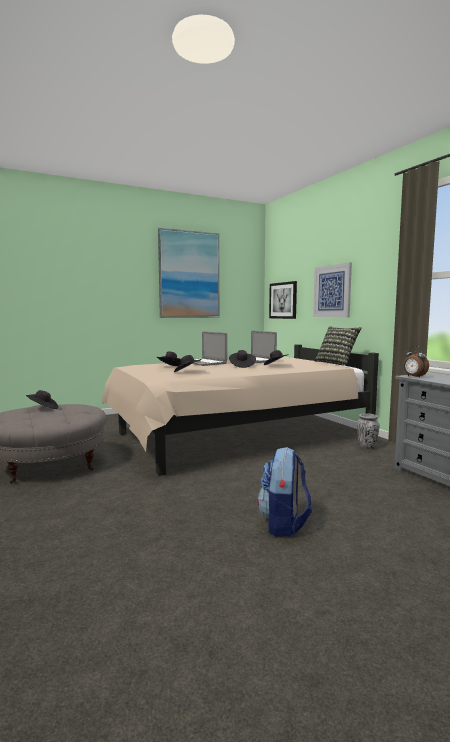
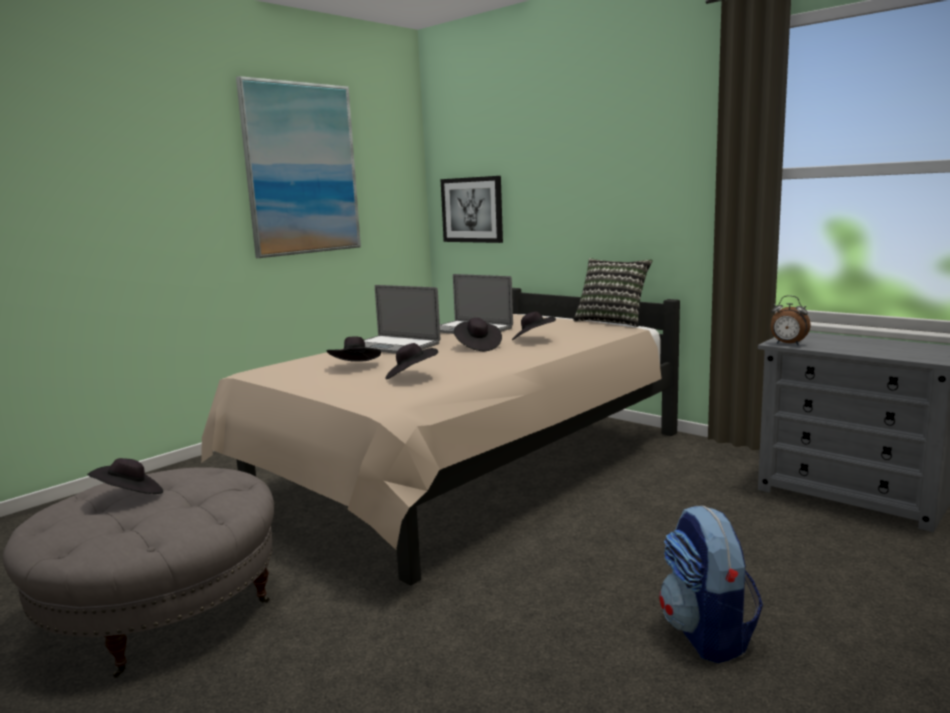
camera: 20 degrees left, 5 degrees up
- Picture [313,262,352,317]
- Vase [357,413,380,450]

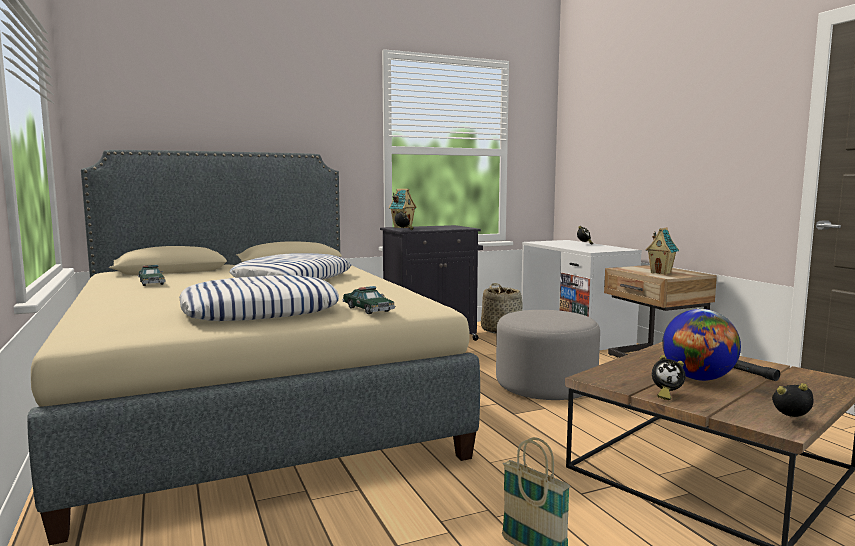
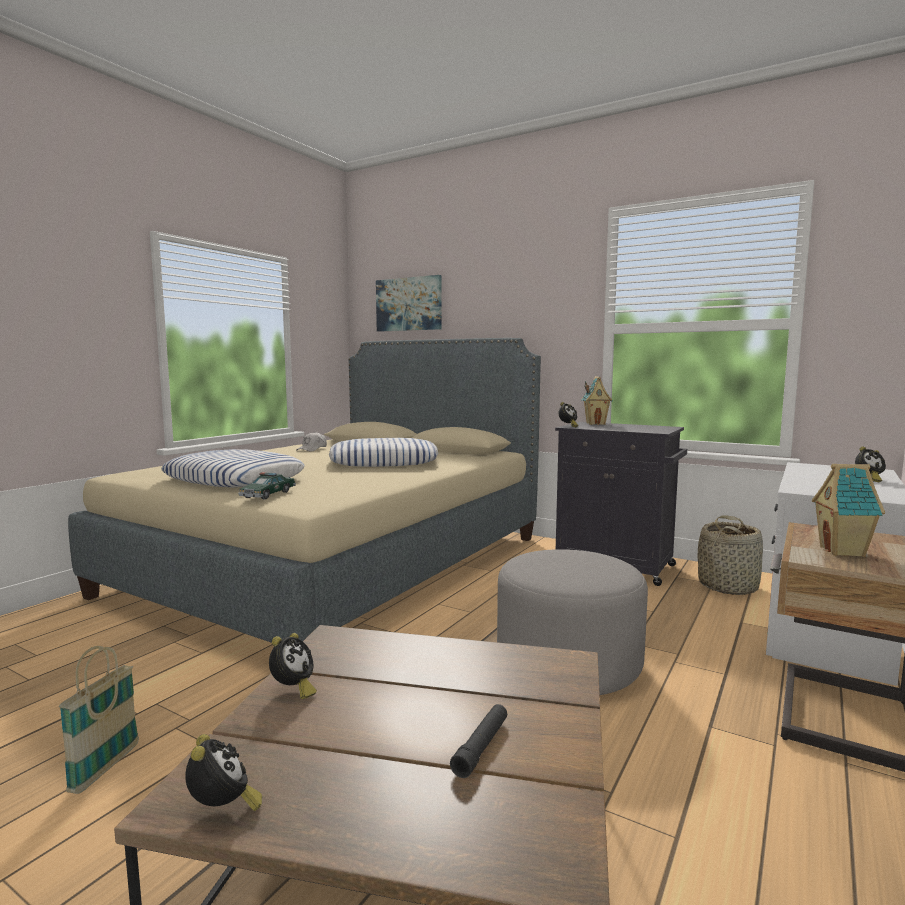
camera: 55 degrees right, 0 degrees up
- Globe [662,309,741,381]
+ Picture [376,275,442,332]
~ ToyCar [138,265,166,286] to WhiteCap [296,432,327,452]
~ AlarmClock [652,355,686,400] = [269,633,317,699] 135 degrees counterclockwise

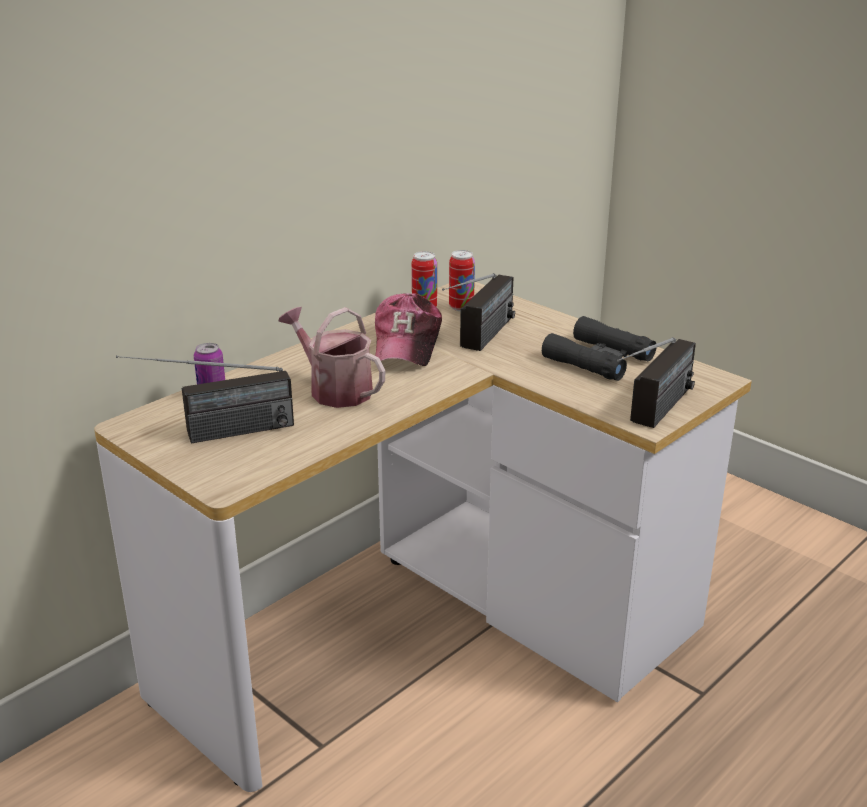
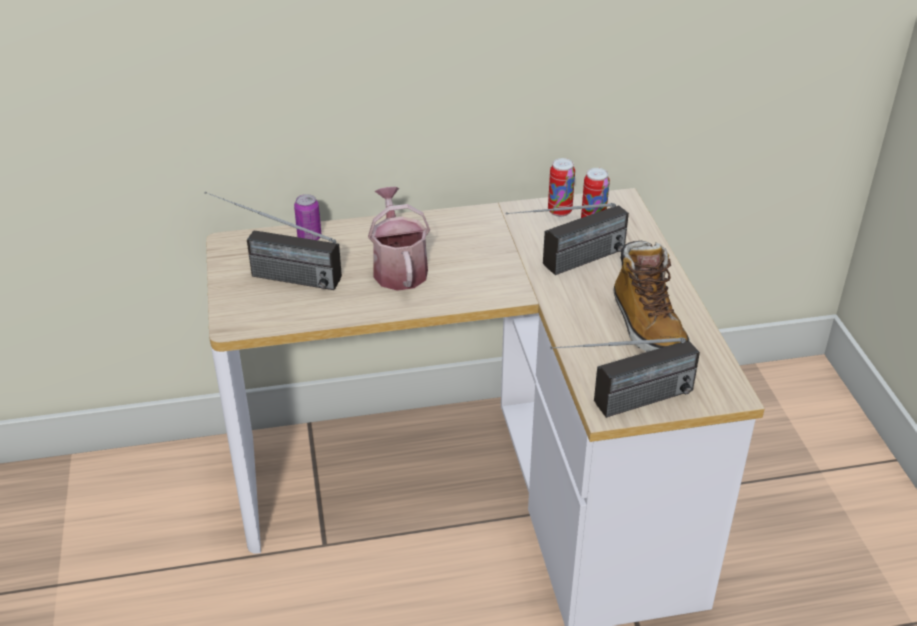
camera: 35 degrees right, 10 degrees up
- Cap [374,293,442,366]
~ BlackBinoculars [542,316,656,381] to Boot [614,241,690,352]

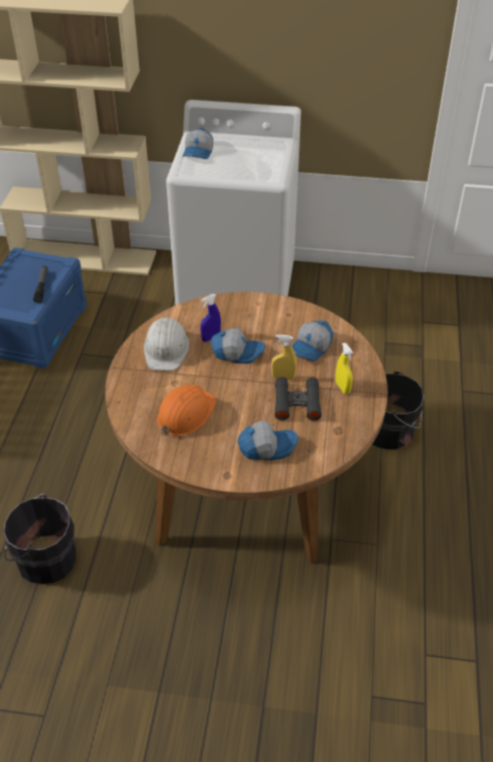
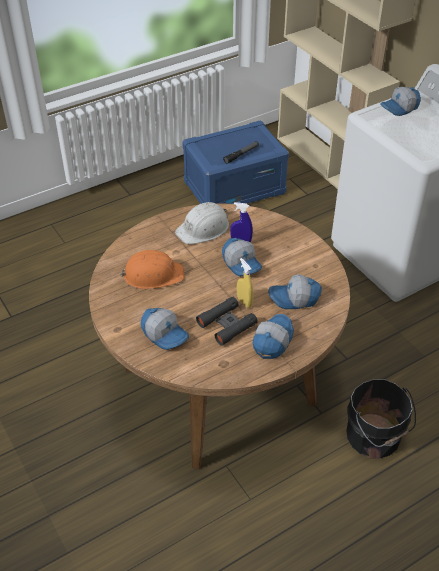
camera: 50 degrees right, 0 degrees up
- BlackBucket [4,494,76,584]
~ YellowSprayBottle [335,343,353,394] to Cap [253,314,294,359]

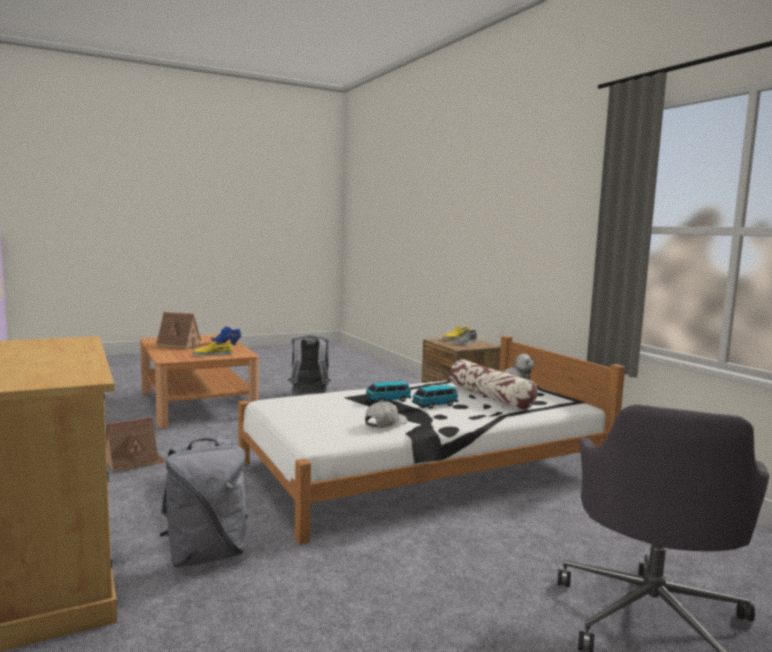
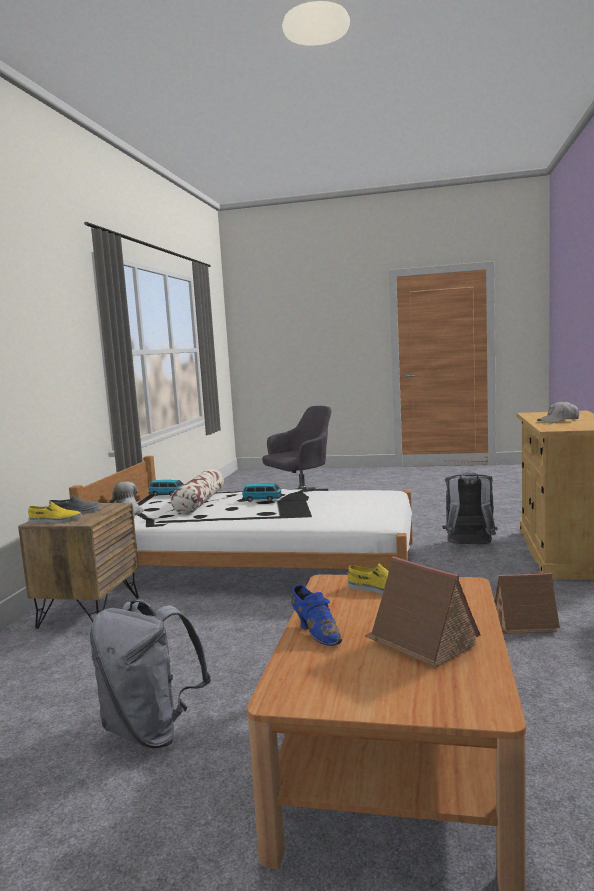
camera: 140 degrees left, 0 degrees up
~ ToyCar [365,381,411,402] to [148,480,184,496]
~ WhiteCap [365,401,408,428] to [537,401,579,423]

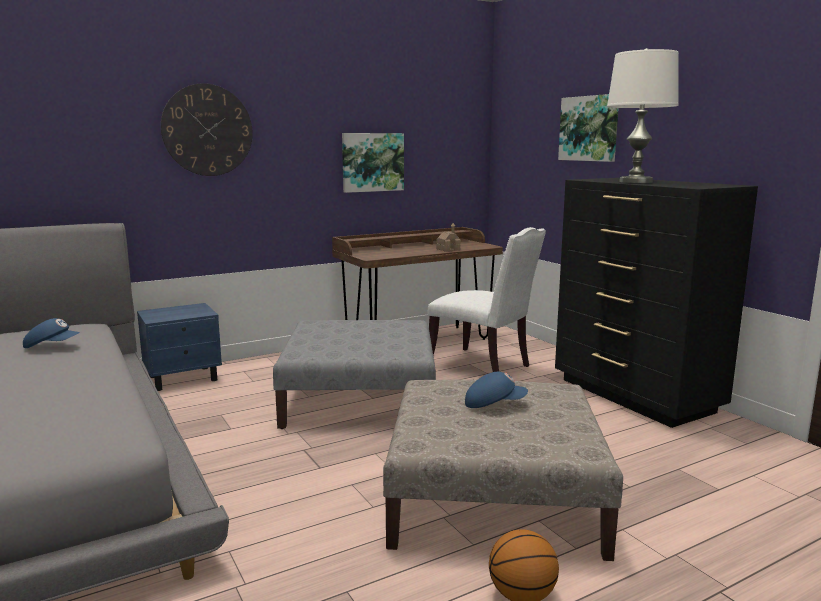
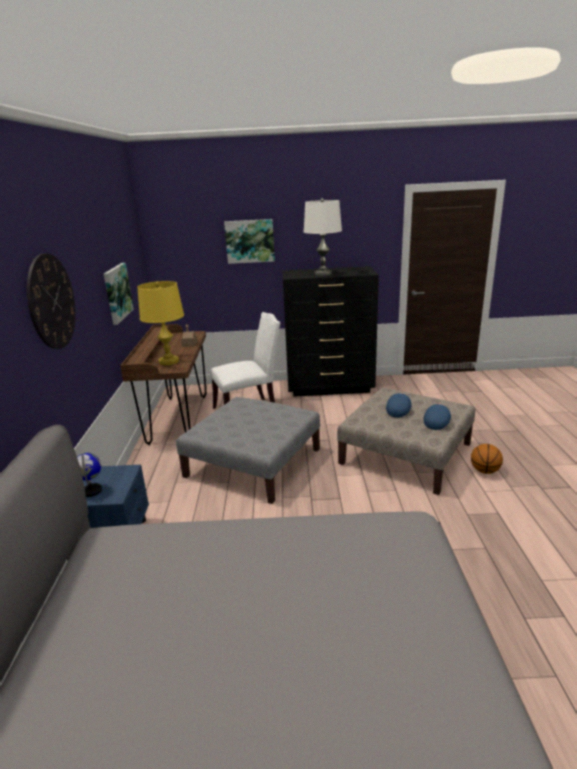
camera: 60 degrees left, 10 degrees up
+ Globe [77,453,102,497]
+ YellowTableLamp [137,281,184,365]
~ BlueCap [23,318,80,348] to [423,404,451,430]

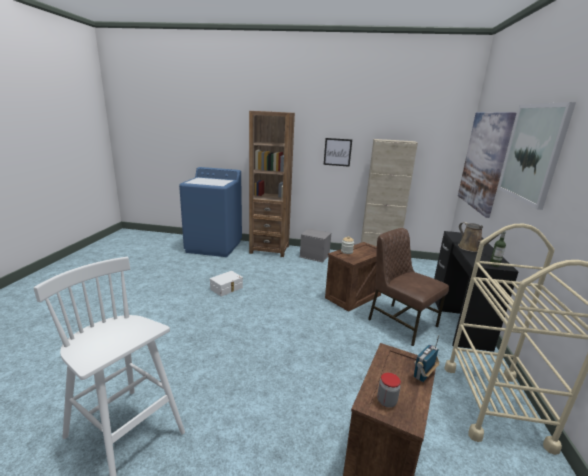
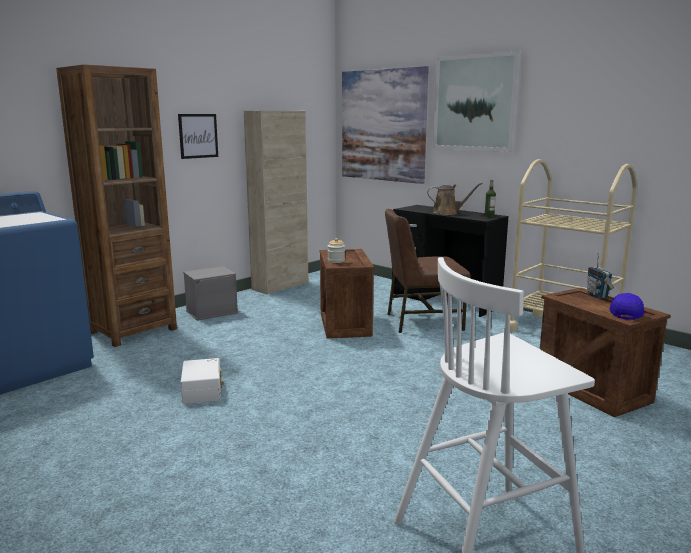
camera: 55 degrees left, 5 degrees down
~ Jar [377,373,401,408] to BlueCap [609,293,644,320]

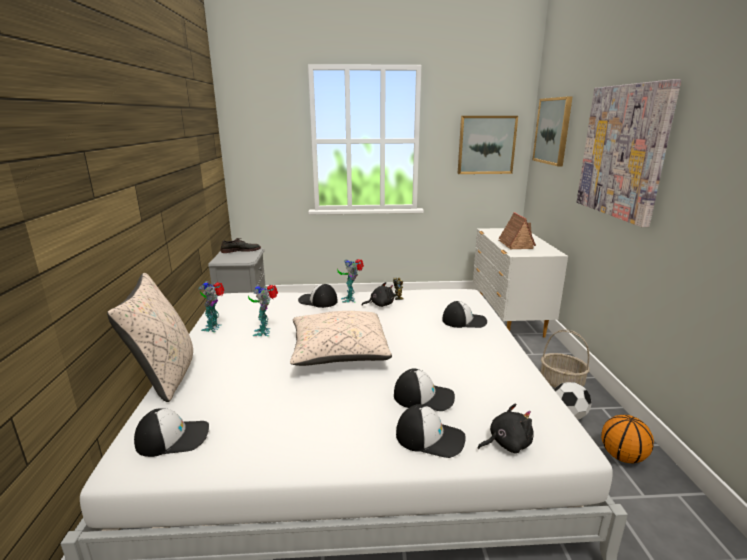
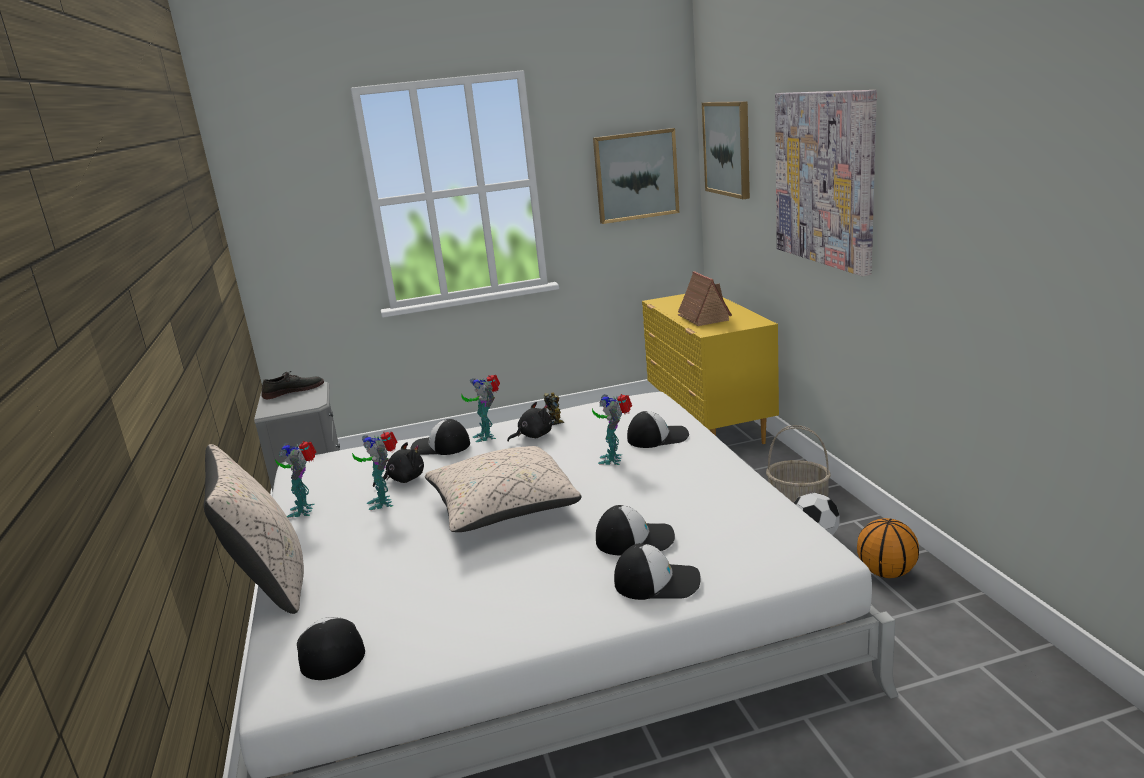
camera: 10 degrees left, 0 degrees up
+ ToyRobot [592,394,632,465]
~ BlackPlushToy [478,403,534,453] to [373,442,424,487]
~ WhiteDresser [473,228,568,338] to YellowDresser [642,294,779,444]
~ Cap [134,408,209,457] = [297,617,365,680] 90 degrees counterclockwise

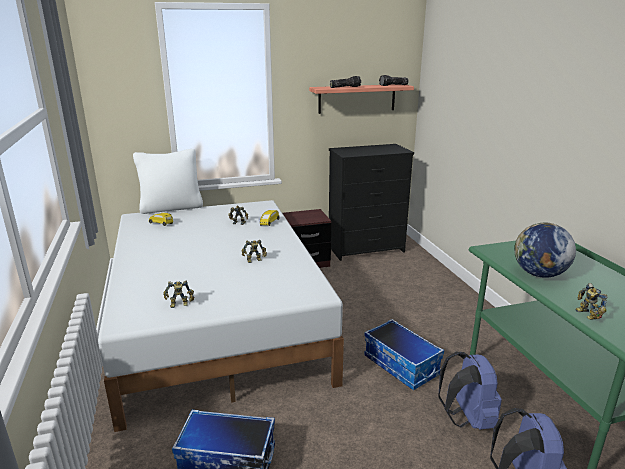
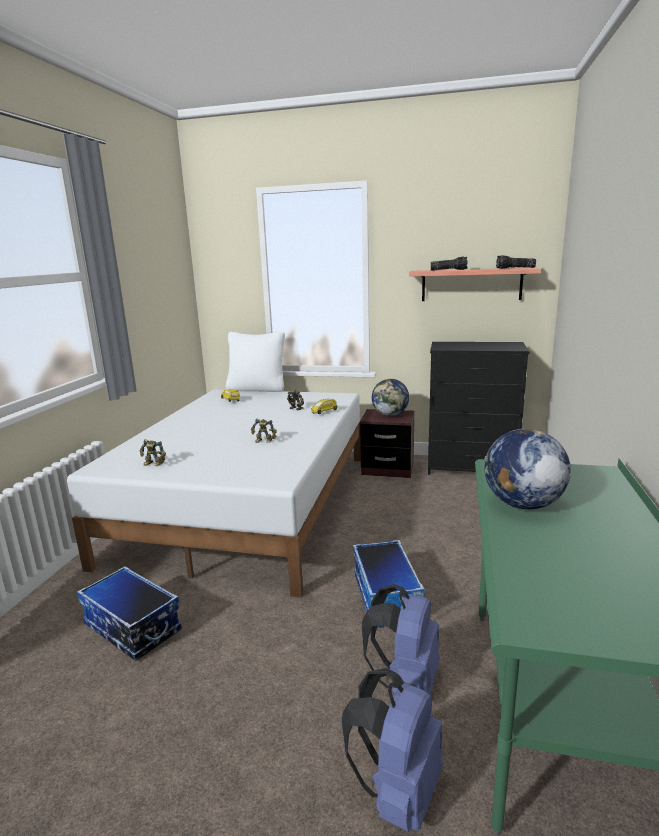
camera: 30 degrees right, 5 degrees down
- ToyRobot [576,283,608,320]
+ Globe [372,379,409,416]

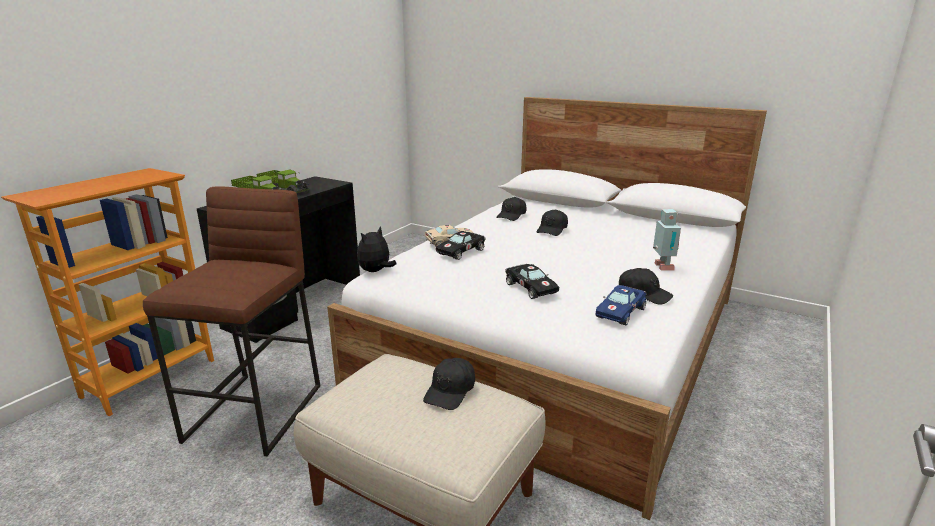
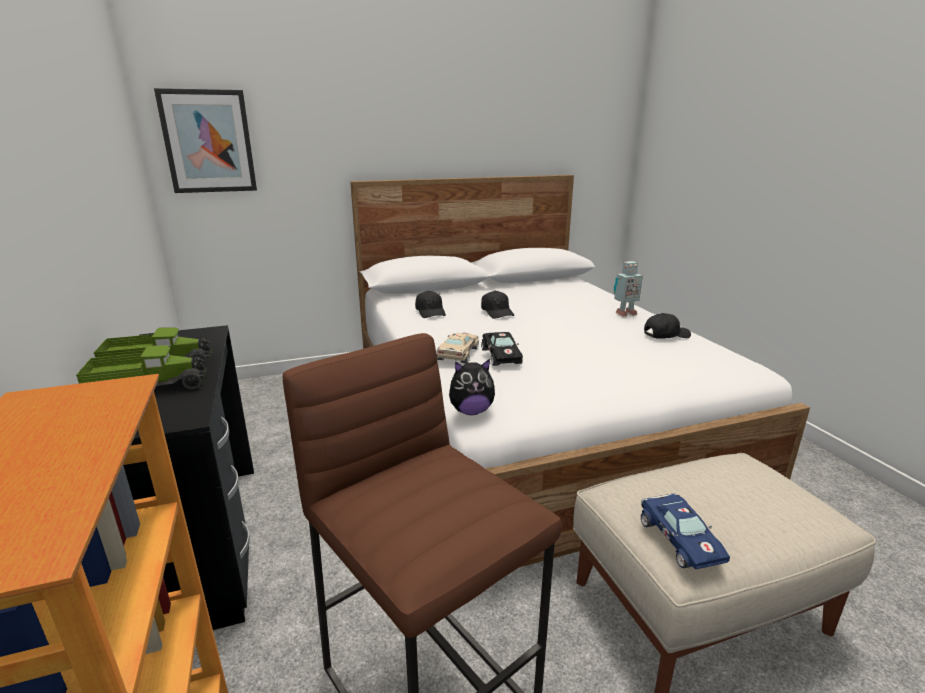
camera: 50 degrees left, 0 degrees up
- BlackCap [423,358,475,410]
- BlackToyCar [505,264,559,299]
+ Picture [154,88,257,193]
~ BlueToyCar [596,285,647,325] to [641,493,730,569]
~ PlushToy [357,226,397,272] = [449,359,495,415] 90 degrees counterclockwise
~ ToyRobot [653,209,681,271] = [614,261,643,316] 120 degrees clockwise

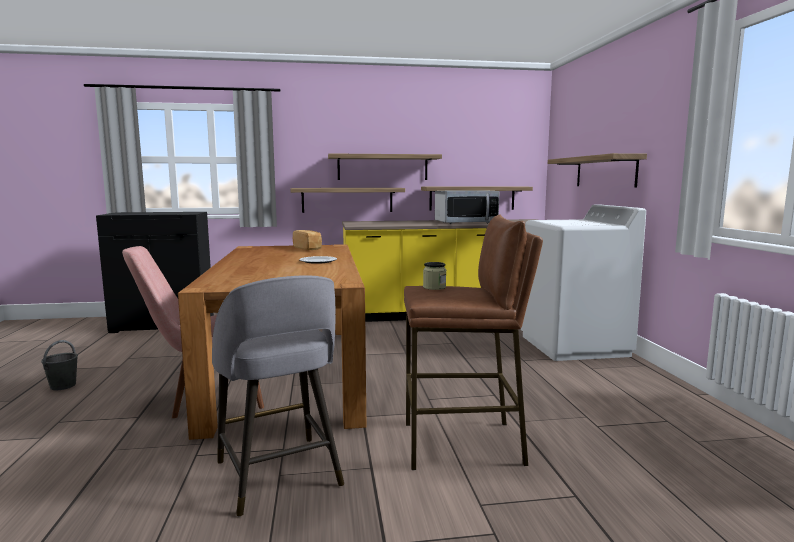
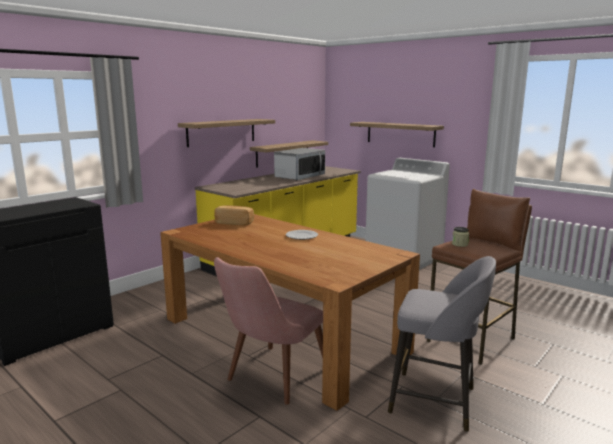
camera: 40 degrees left, 5 degrees up
- GreyBucket [41,340,78,390]
- Shelf [290,188,405,213]

